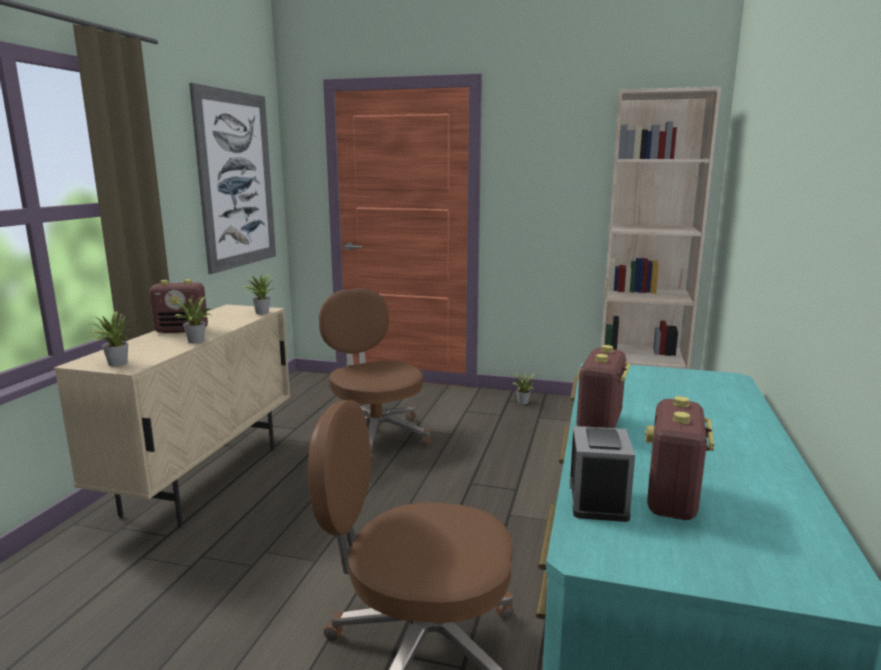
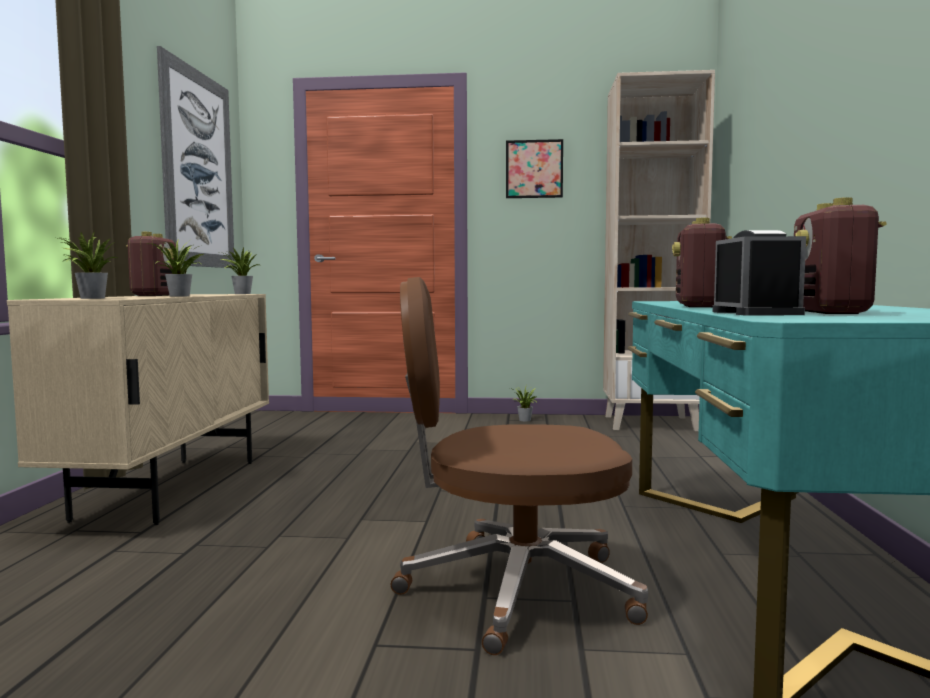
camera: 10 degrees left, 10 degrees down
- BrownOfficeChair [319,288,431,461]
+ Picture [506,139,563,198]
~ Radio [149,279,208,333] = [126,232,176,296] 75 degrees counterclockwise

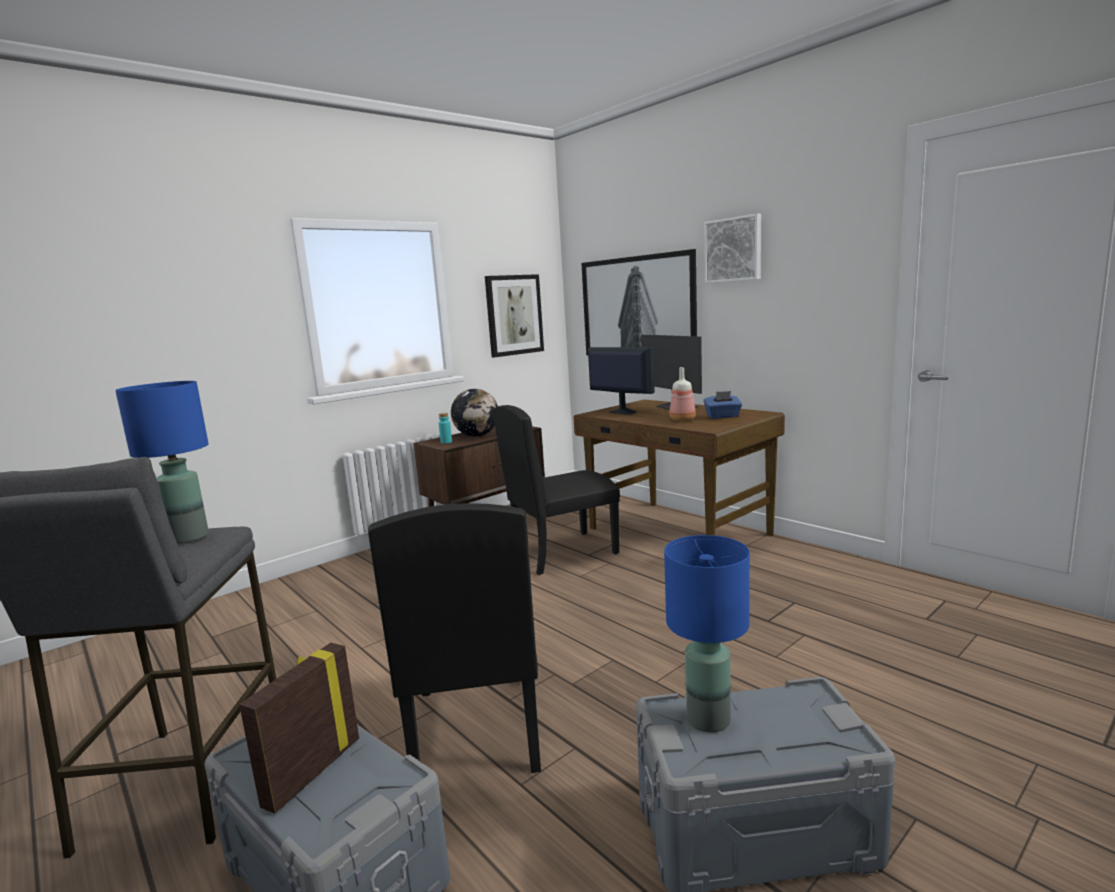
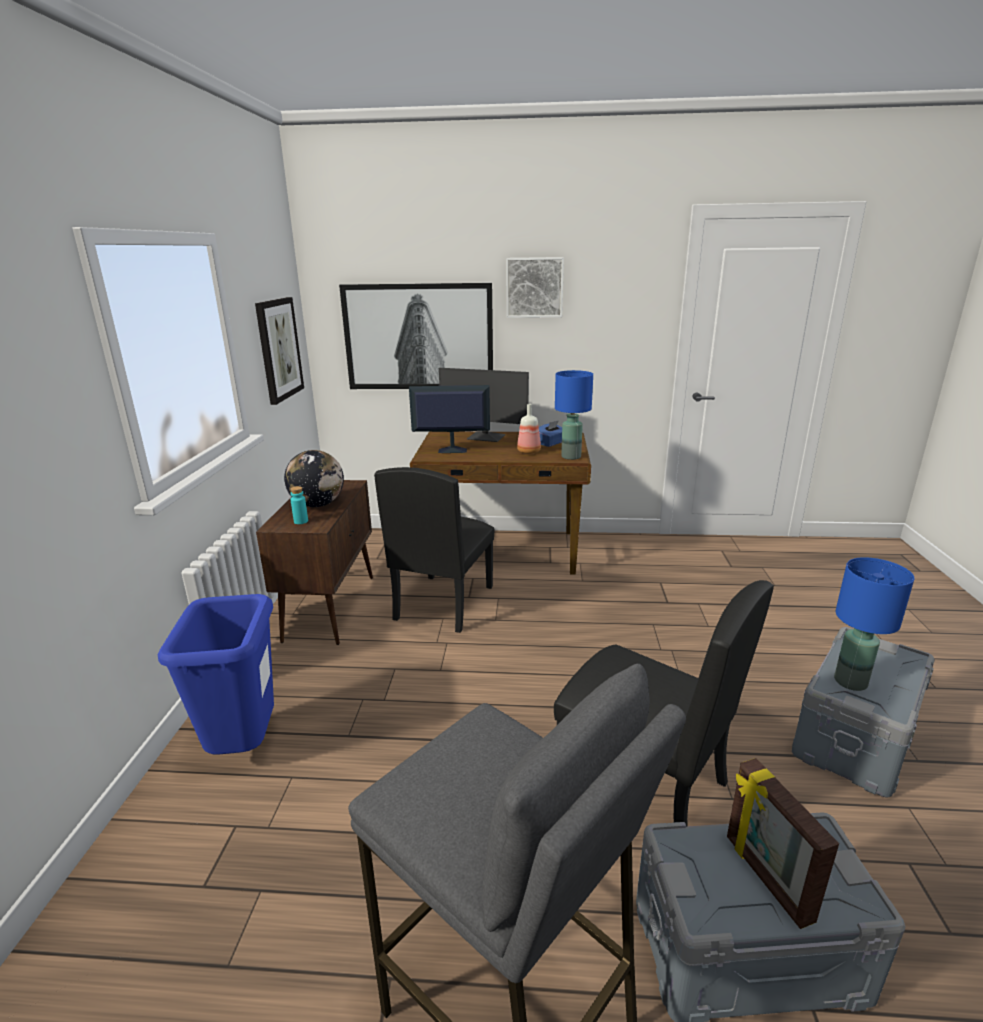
camera: 45 degrees left, 10 degrees up
+ BlueTrashCan [158,594,274,755]
~ BlueTableLamp [115,381,209,544] to [555,370,593,460]

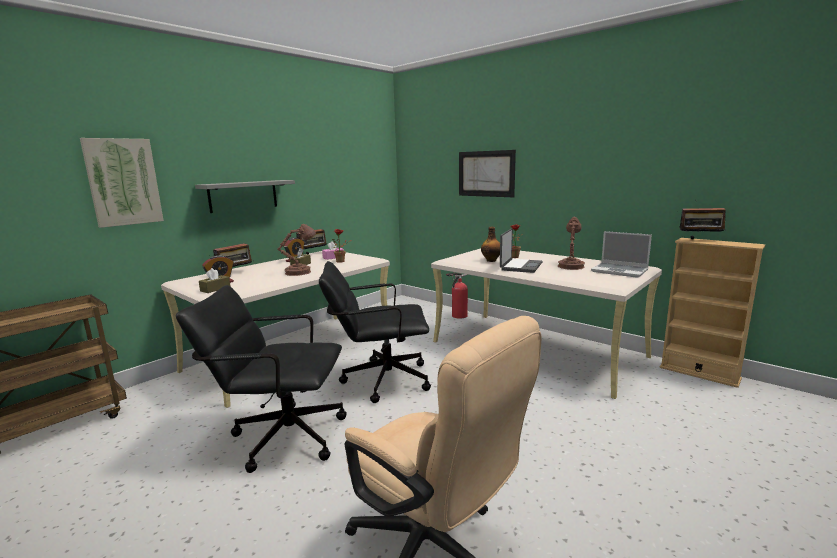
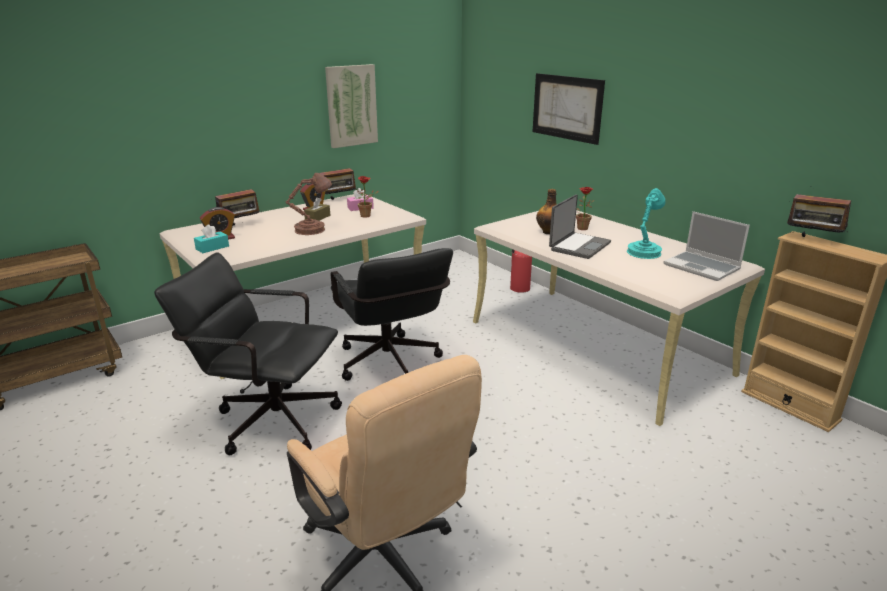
camera: 10 degrees right, 10 degrees up
- GreyShelf [195,180,295,213]
~ Picture [80,138,164,228] to [325,64,378,148]
~ BrownTissueBox [199,268,231,293] to TurquoiseTissueBox [194,224,229,253]
~ BrownTableLamp [558,217,585,270] to TurquoiseTableLamp [627,188,666,259]
~ BlackOfficeChair [319,261,431,403] = [331,248,453,381] 120 degrees counterclockwise

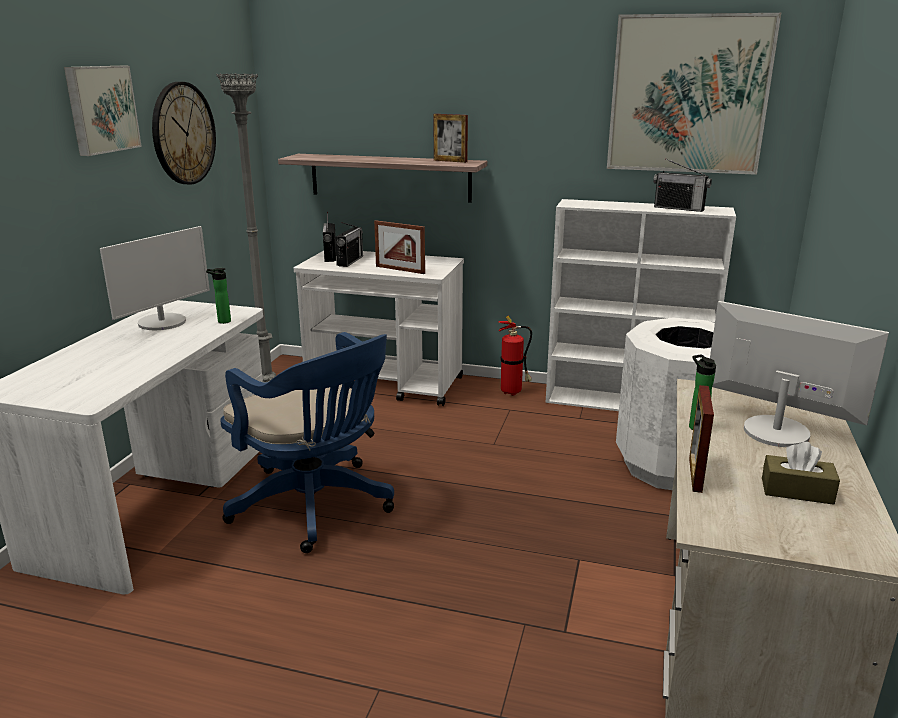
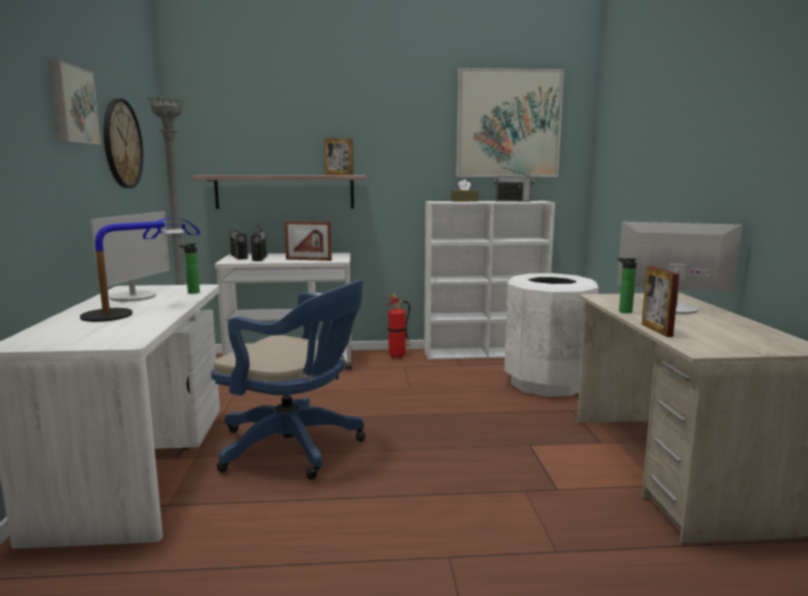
camera: 20 degrees left, 10 degrees down
+ TableLamp [80,218,200,322]
~ BrownTissueBox [762,442,840,505] to [451,179,479,202]

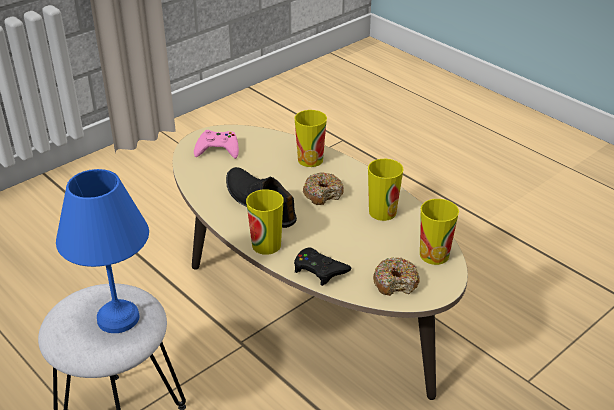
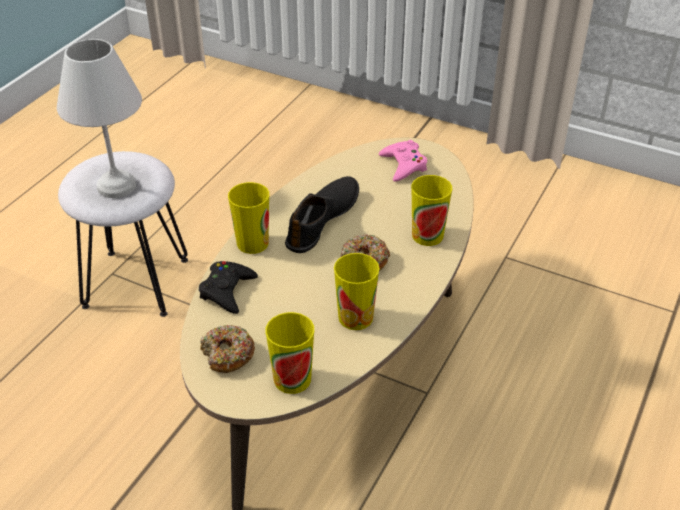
camera: 70 degrees right, 5 degrees up
~ BlueTableLamp [56,169,149,333] to WhiteTableLamp [57,39,142,198]

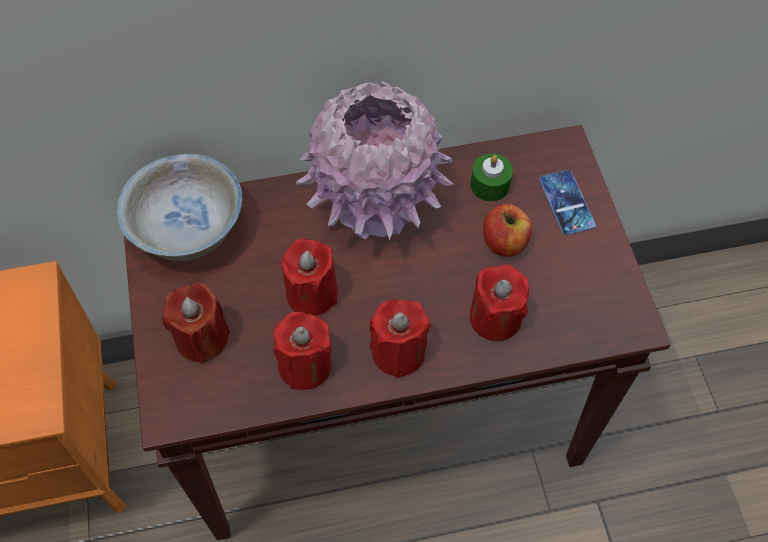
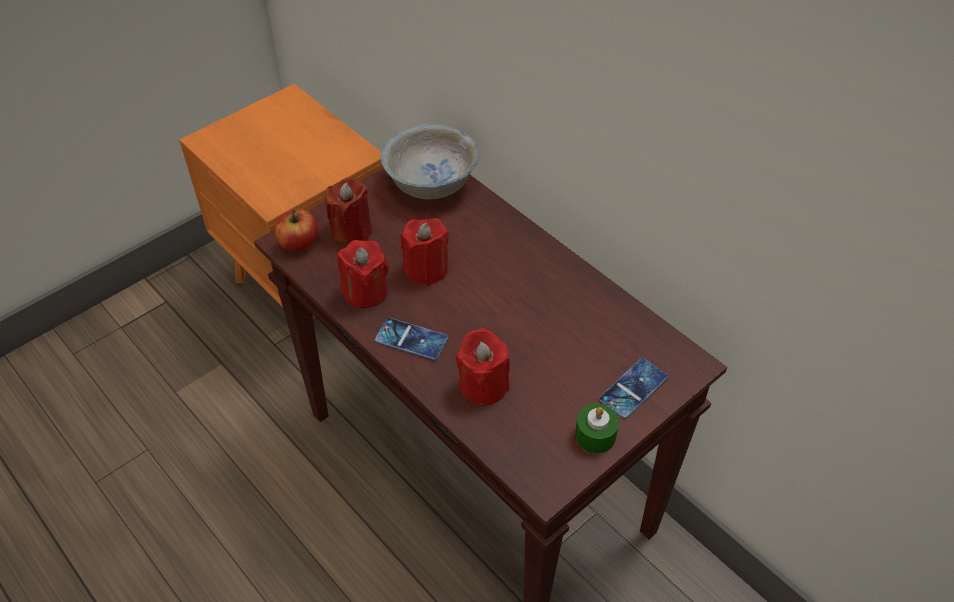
camera: 60 degrees right, 10 degrees down
- PinkVase [296,81,454,240]
~ GreenCandle [470,153,513,201] to [575,404,619,454]
~ Apple [483,204,532,257] to [274,208,318,252]
~ RedCandle [370,300,431,378] to Phone [375,318,448,360]

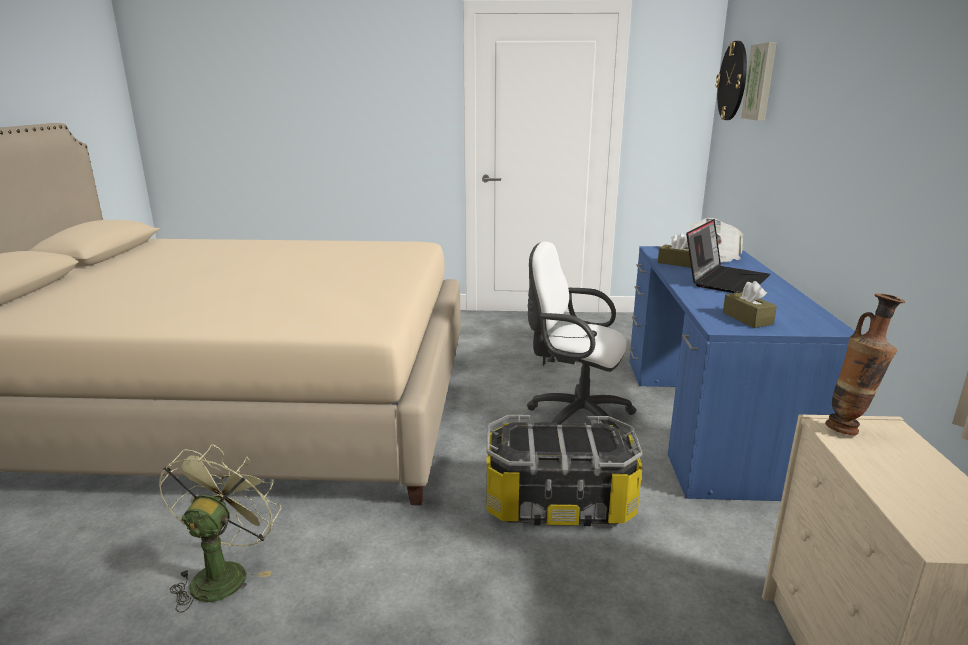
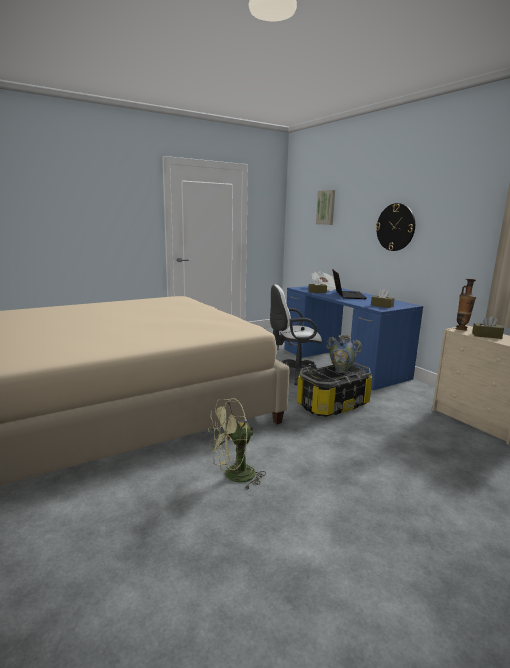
camera: 35 degrees left, 5 degrees down
+ Vase [326,335,362,374]
+ BrownTissueBox [472,316,504,339]
~ WallClock [716,41,747,120] to [376,203,415,251]
~ GreenFan [158,444,281,613] = [208,398,266,490] 90 degrees counterclockwise

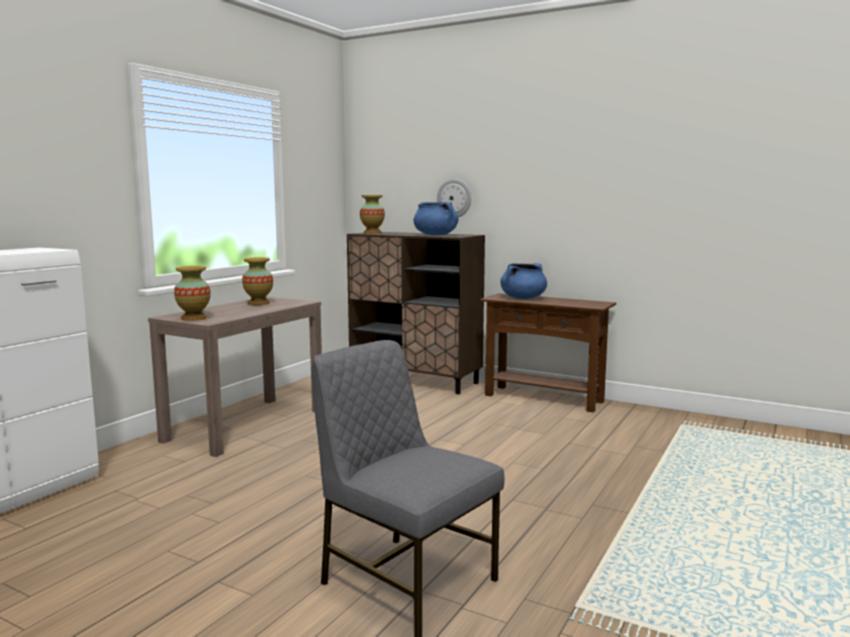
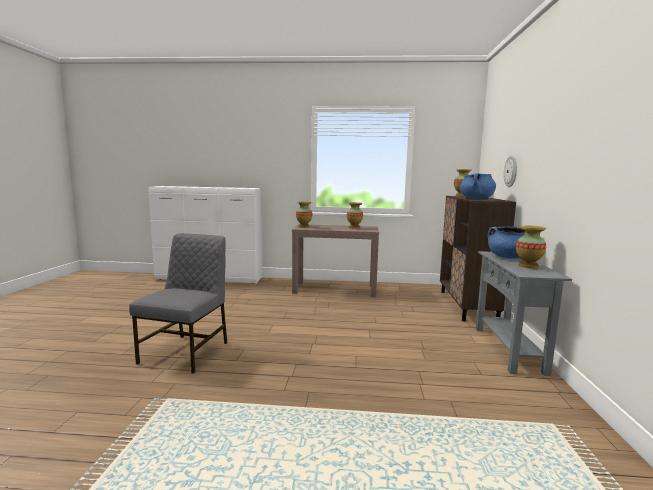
camera: 65 degrees right, 0 degrees up
+ Vase [516,225,546,269]
~ BrownConsoleTable [480,293,616,412] to GreyConsoleTable [476,251,572,376]

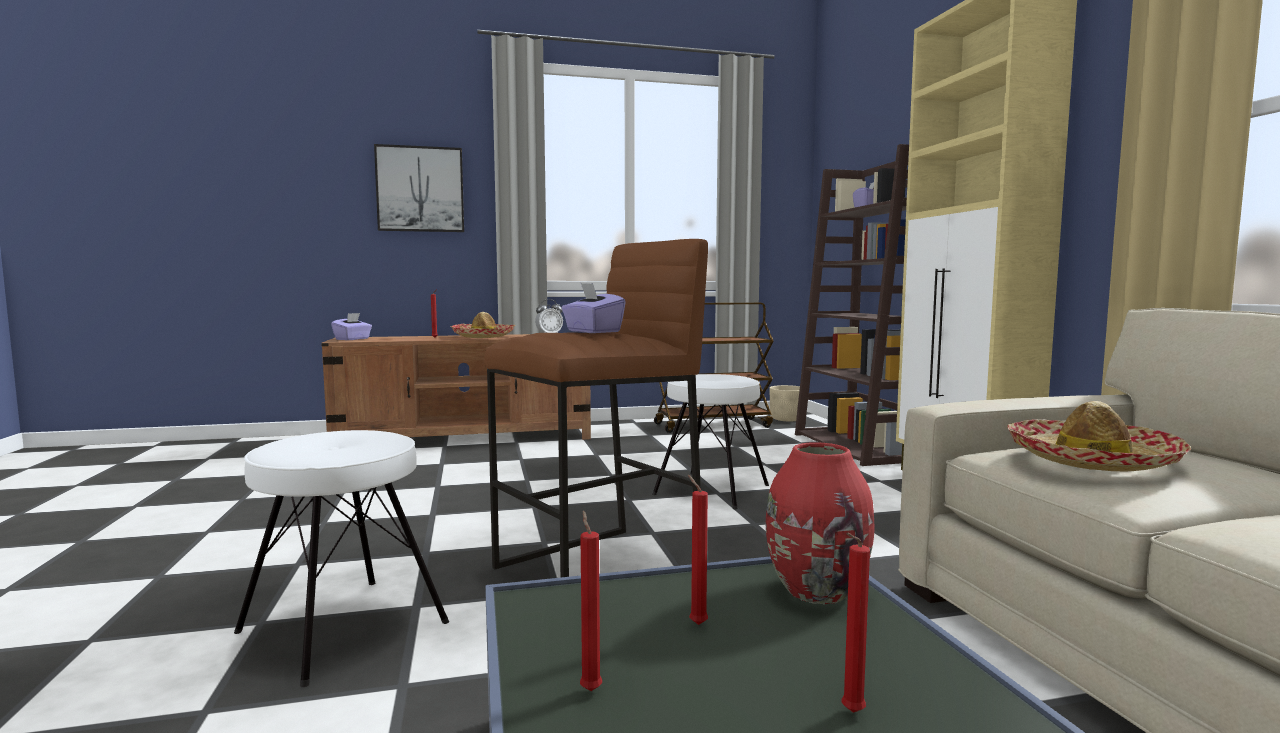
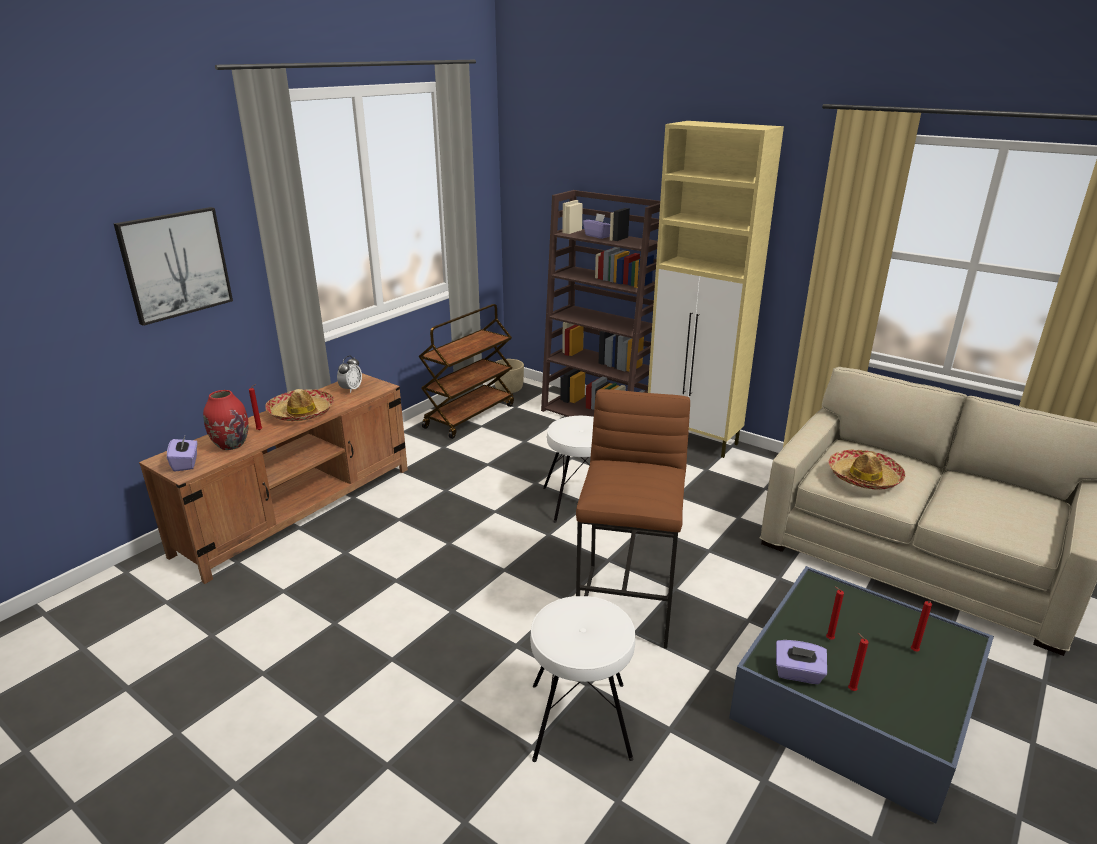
camera: 40 degrees left, 20 degrees up
~ PurpleTissueBox [562,283,626,333] to [776,640,827,684]
~ RedVase [766,442,874,604] to [203,390,249,450]

